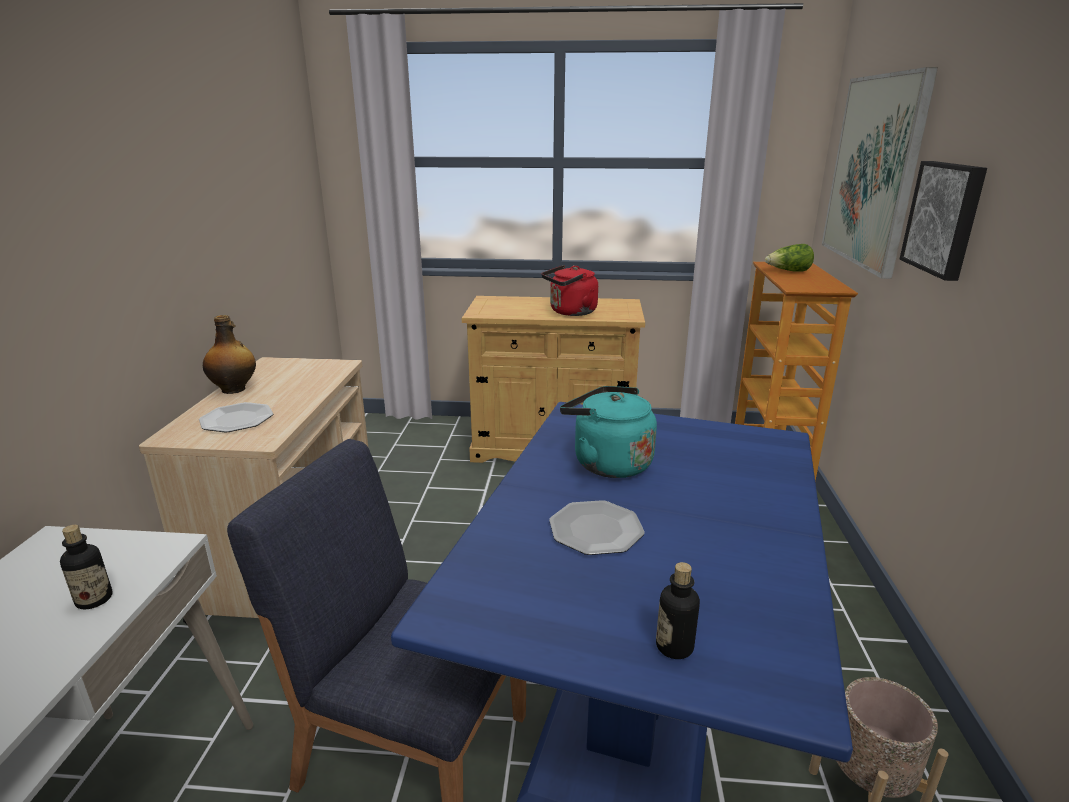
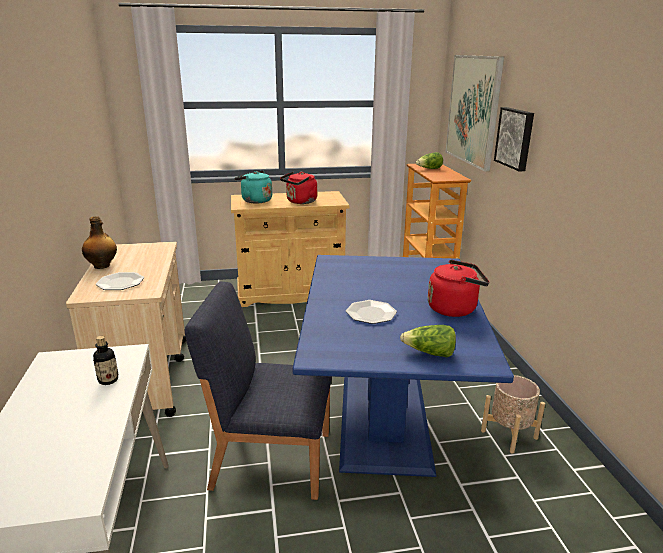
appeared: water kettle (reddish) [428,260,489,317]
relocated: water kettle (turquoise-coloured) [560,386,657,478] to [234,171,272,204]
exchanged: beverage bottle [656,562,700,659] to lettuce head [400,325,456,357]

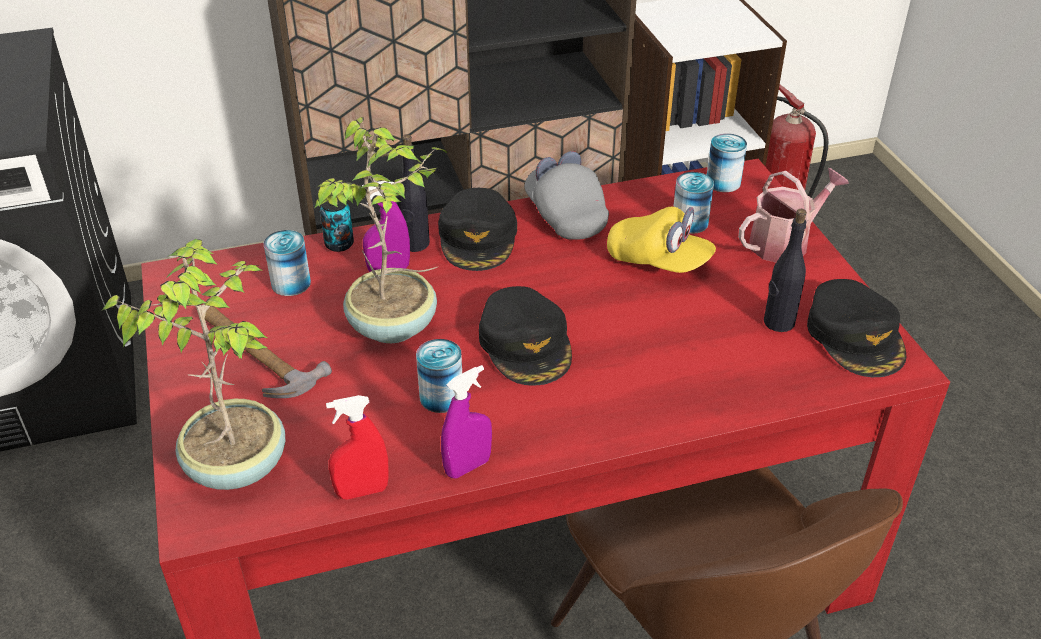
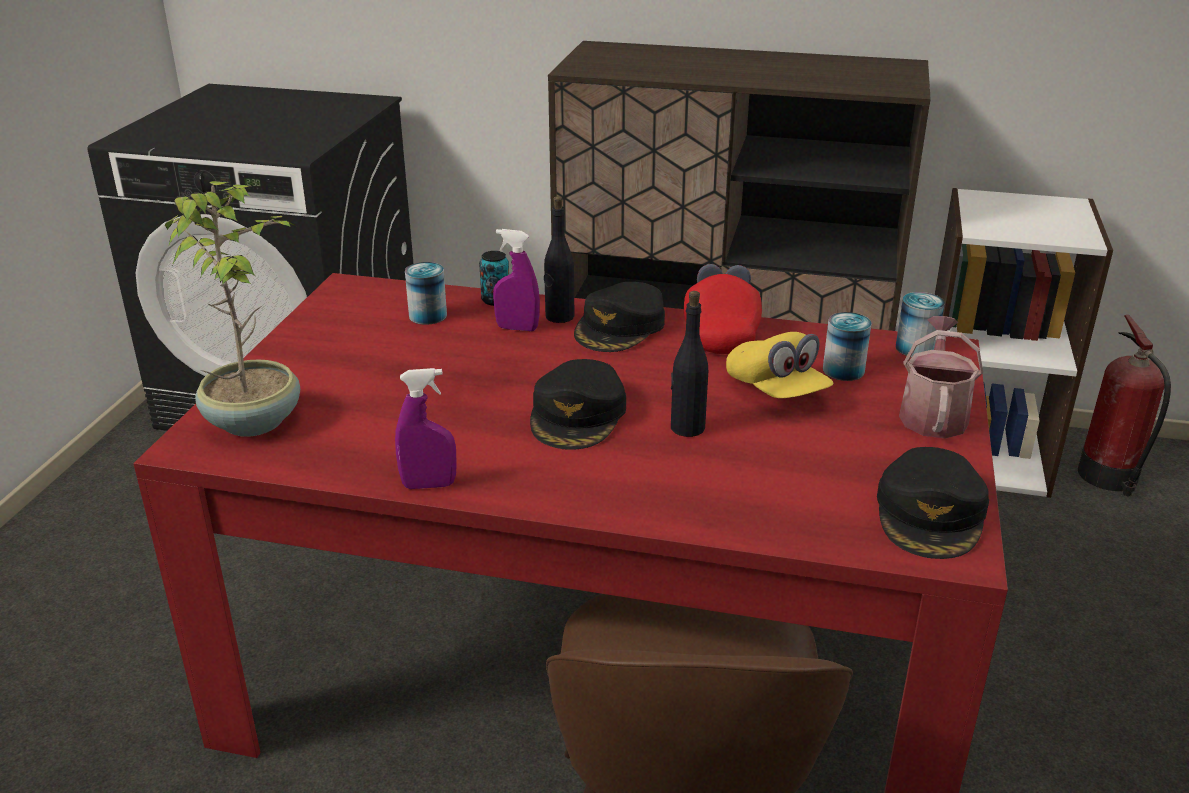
missing: hand hammer [205,306,332,398]; potted plant [315,117,448,343]; spray bottle (reddish) [326,395,389,500]; sealed can [416,339,462,413]
relocated: beverage bottle (black) [764,209,807,332] to [671,291,708,437]
colour: baseball cap (greyish) [525,151,609,240] to baseball cap (reddish) [684,264,762,354]
spun: watering pot [738,168,849,262] = [899,316,983,438] 75 degrees counterclockwise

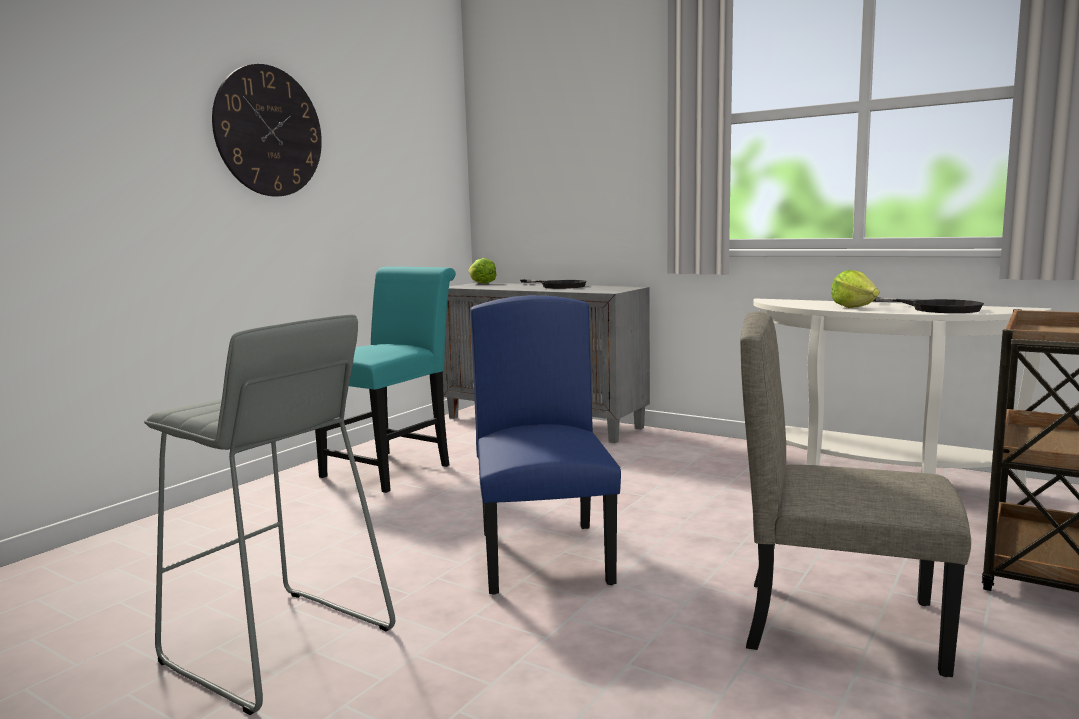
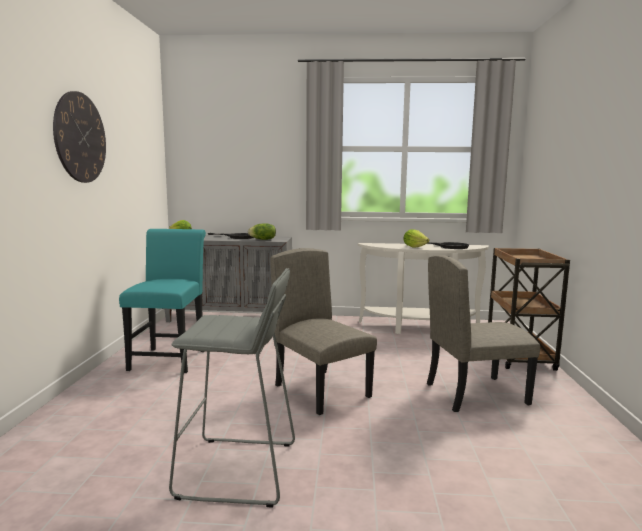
appeared: lettuce head [248,223,276,240]
colour: plain chair (bluish) [470,295,621,595] to plain chair (sand-coloured) [270,248,377,415]

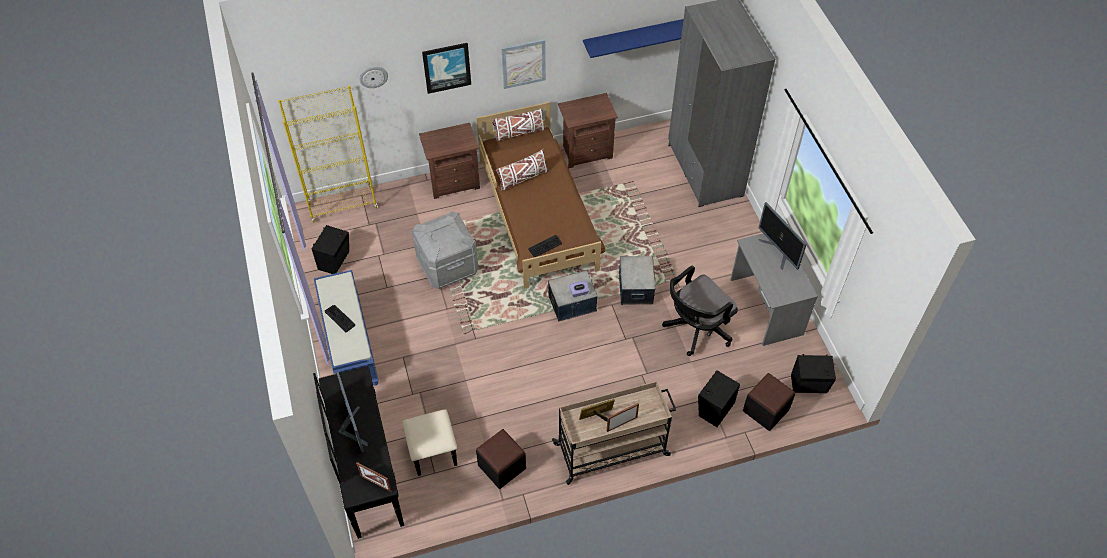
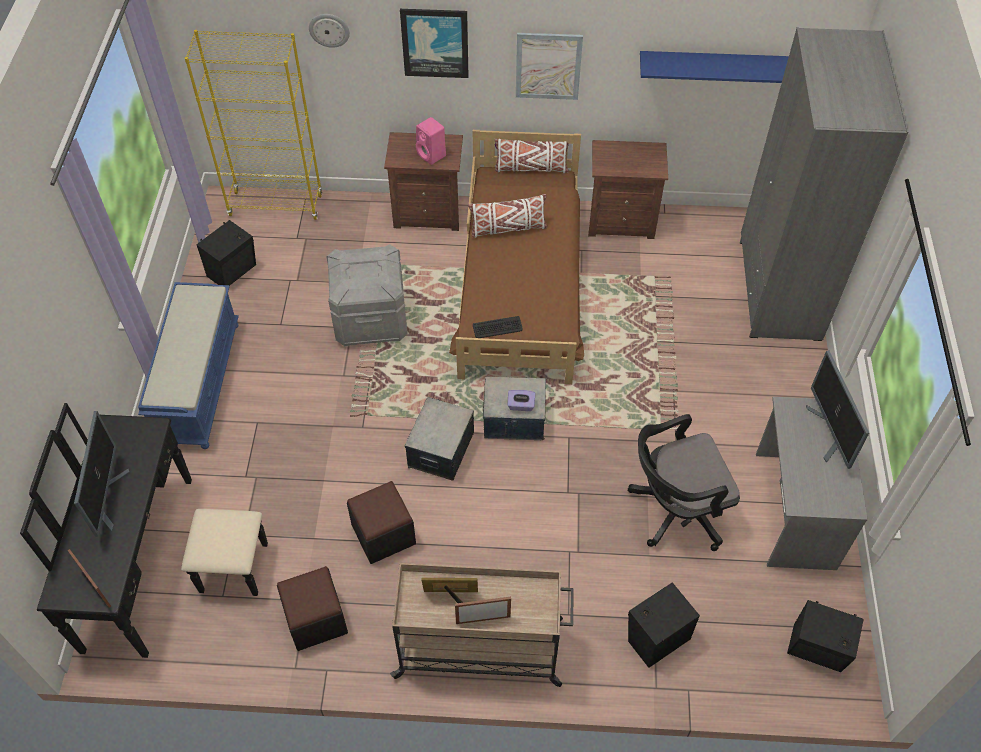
missing: PC keyboard [325,305,355,332]
appeared: loudspeaker (pink) [416,117,446,165]
relocated: footrest (black) [743,373,795,431] to [347,481,416,564]; storage box [618,256,655,305] to [405,397,474,481]

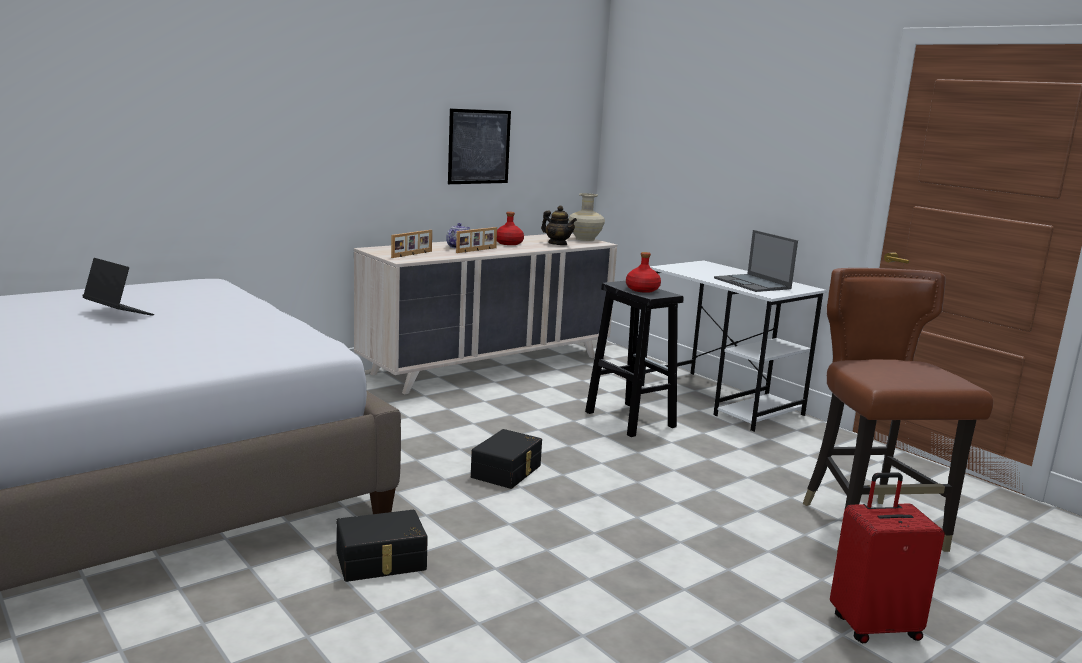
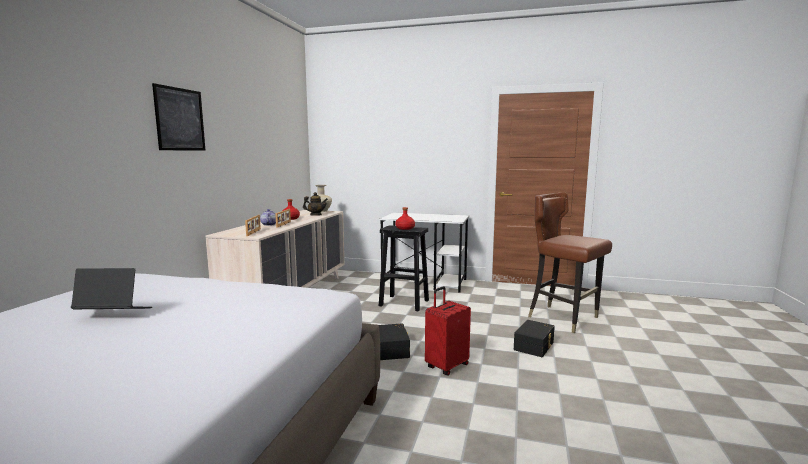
missing: portable computer [714,230,798,292]
relocated: wall art [448,109,511,184] to [152,83,205,151]; piece of luggage (reddish) [830,473,945,643] to [425,286,471,375]; storage box (black) [336,510,428,582] to [514,320,555,357]

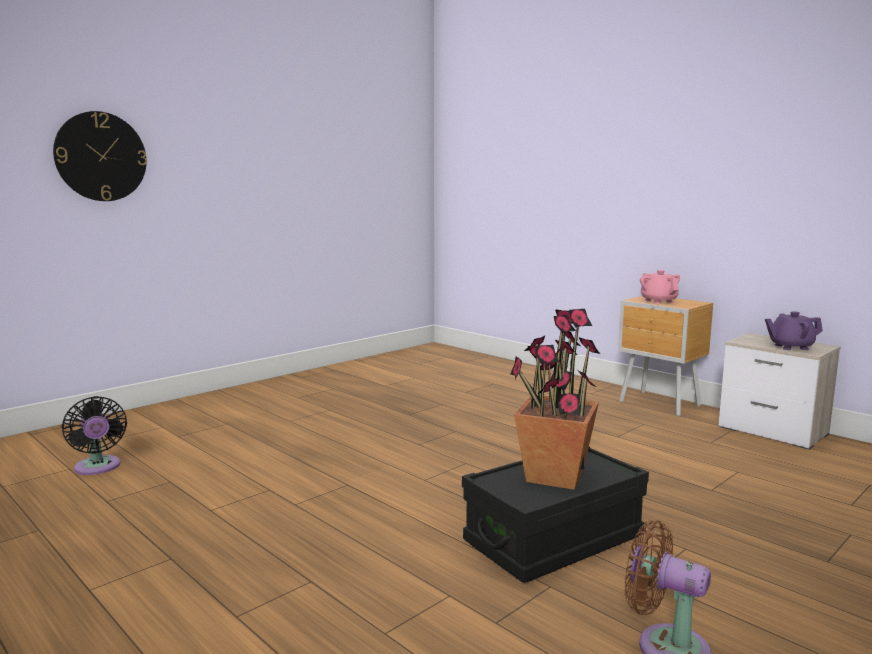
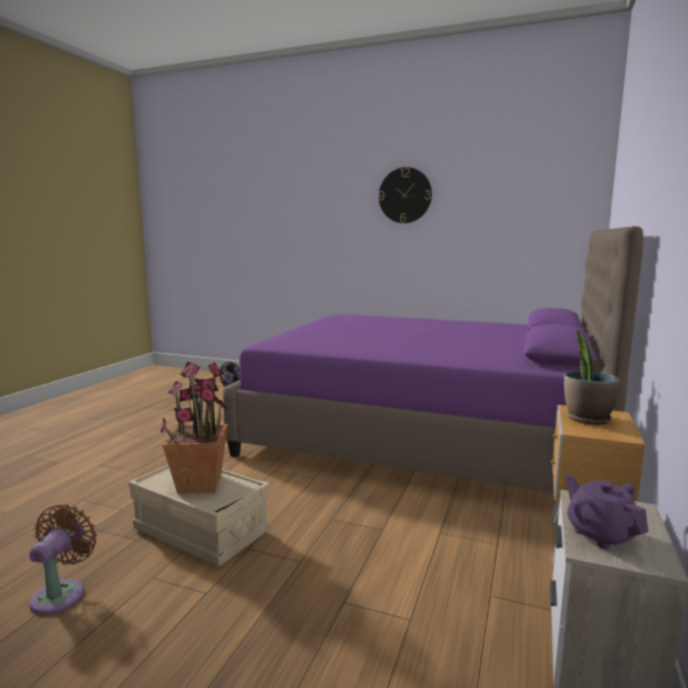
appeared: bedroom bed (purple-coloured) [223,226,644,493]
relocated: hanging clock [53,111,147,201] to [379,167,432,223]
exchanged: tea pot (pink) [640,270,680,304] to potted plant [564,330,620,425]
colour: storage box (black) [462,447,649,583] to storage box (sand-coloured) [129,465,269,566]

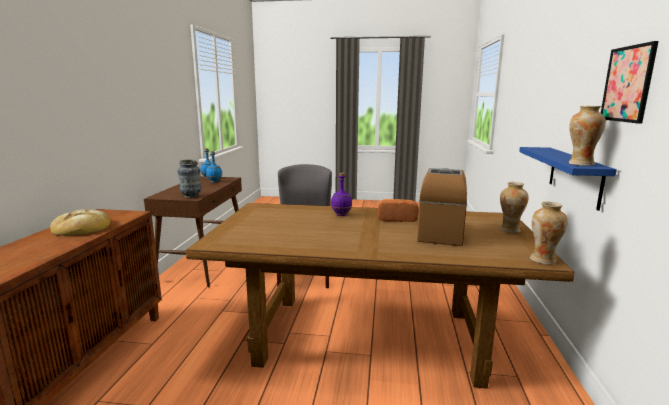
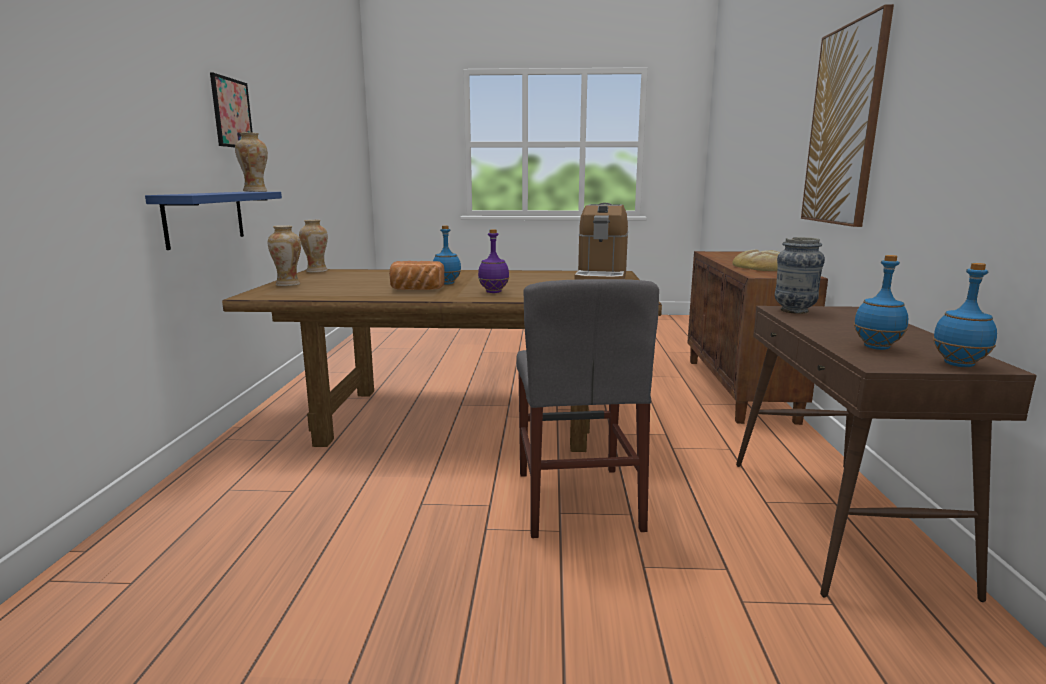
appeared: beverage bottle (bluish) [433,225,461,285]; wall art [801,4,894,227]
relocated: coffee brewer [417,168,467,246] to [574,203,628,280]

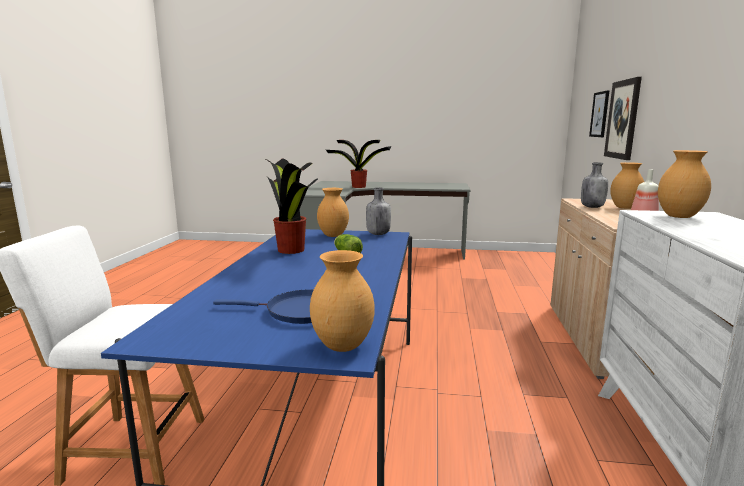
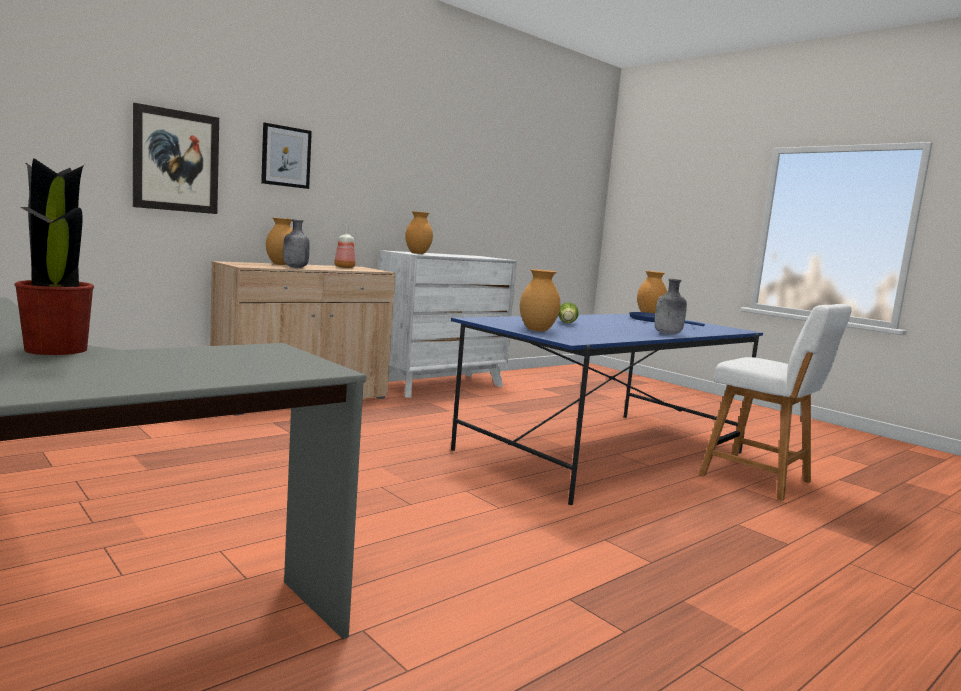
missing: potted plant [265,158,318,254]
relocated: wall art [589,91,609,137] to [261,123,312,189]; beverage bottle (greyish) [366,187,391,235] to [655,279,687,335]

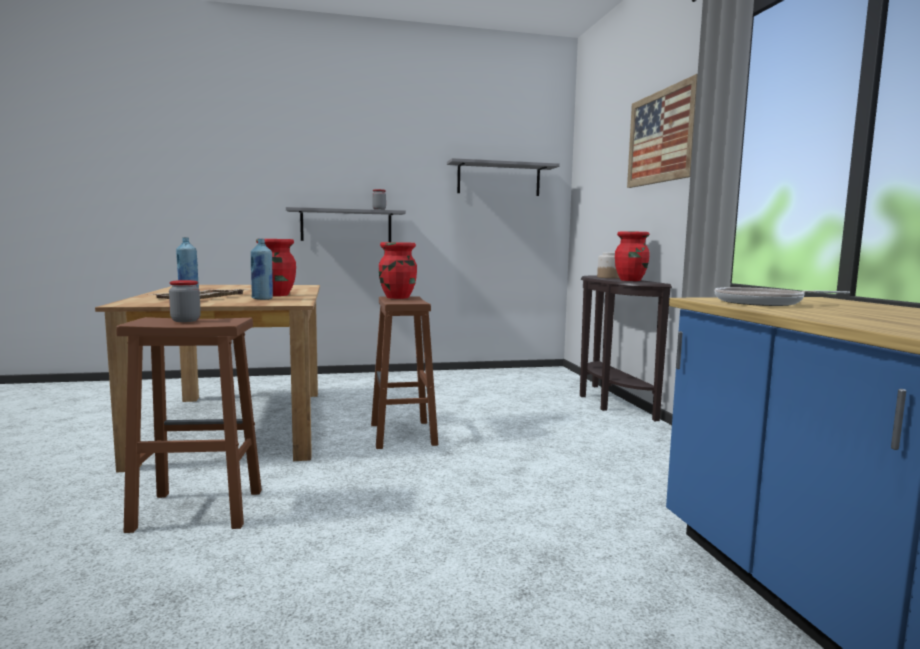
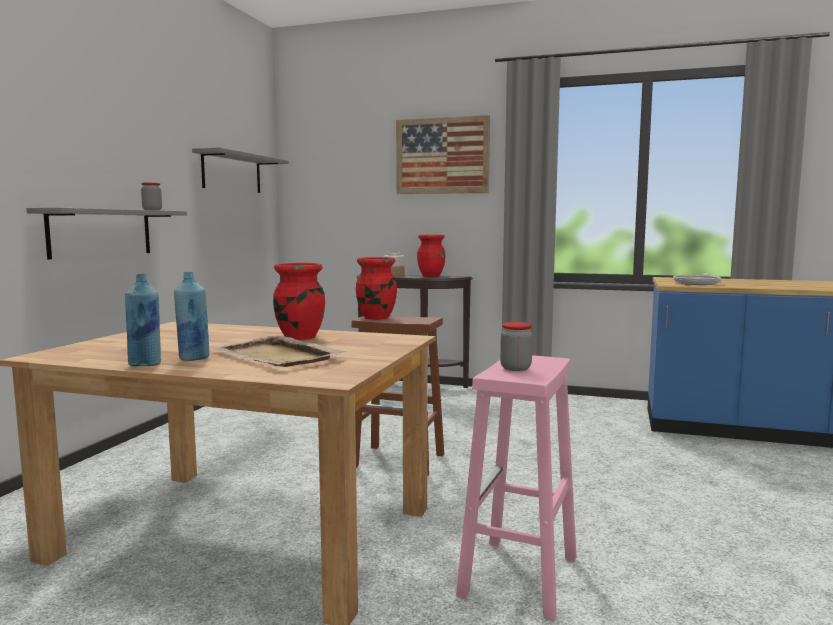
relocated: beverage bottle (bluish) [251,239,273,300] to [125,274,161,366]
colour: stool (brown-coloured) [116,317,262,533] to stool (pink) [456,355,577,621]

